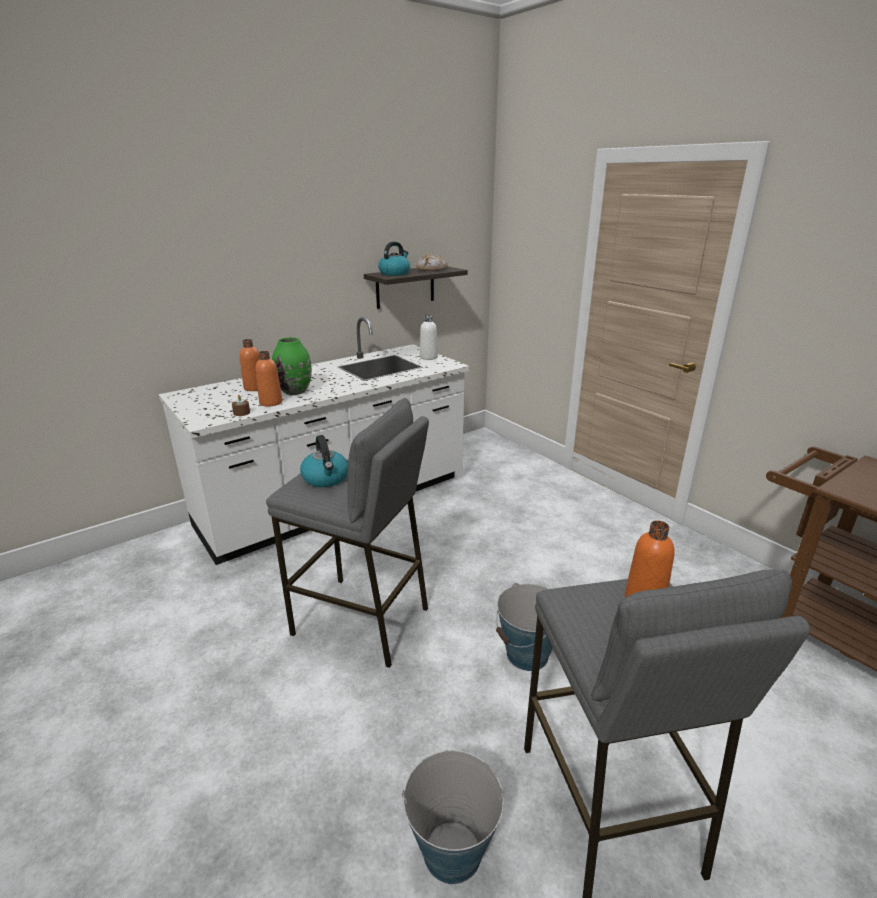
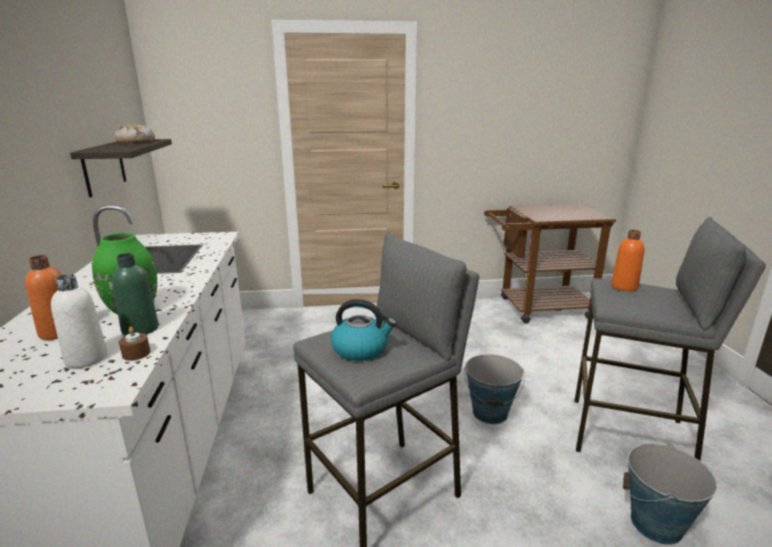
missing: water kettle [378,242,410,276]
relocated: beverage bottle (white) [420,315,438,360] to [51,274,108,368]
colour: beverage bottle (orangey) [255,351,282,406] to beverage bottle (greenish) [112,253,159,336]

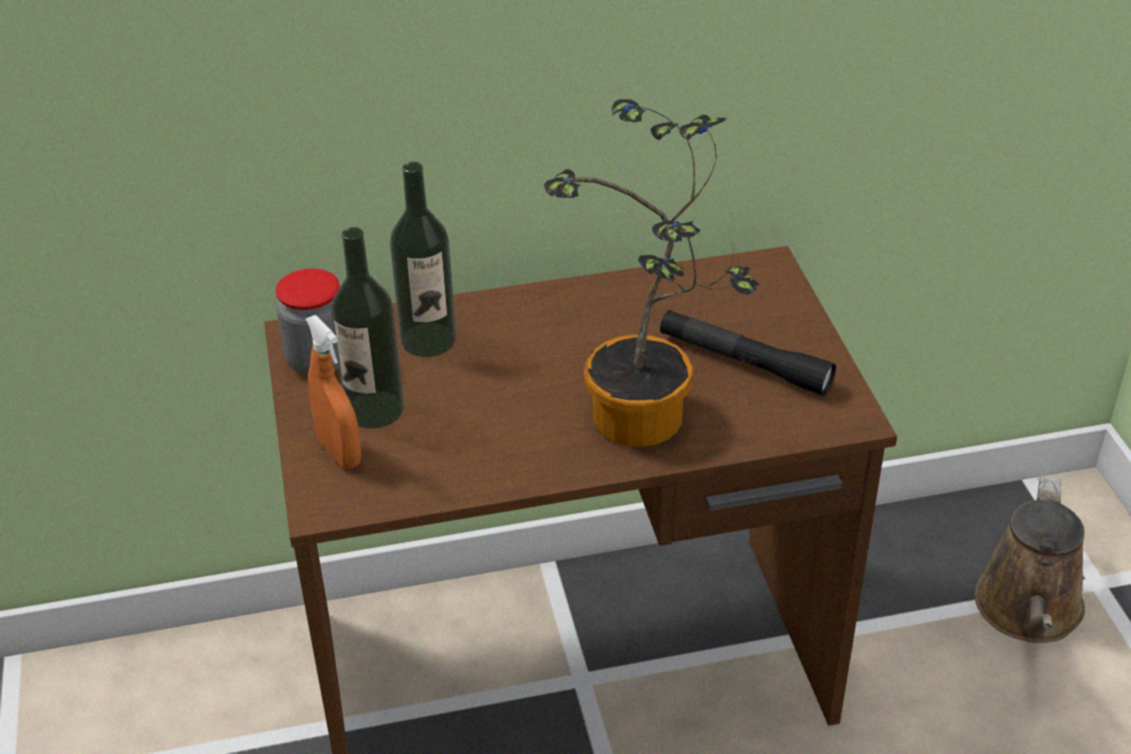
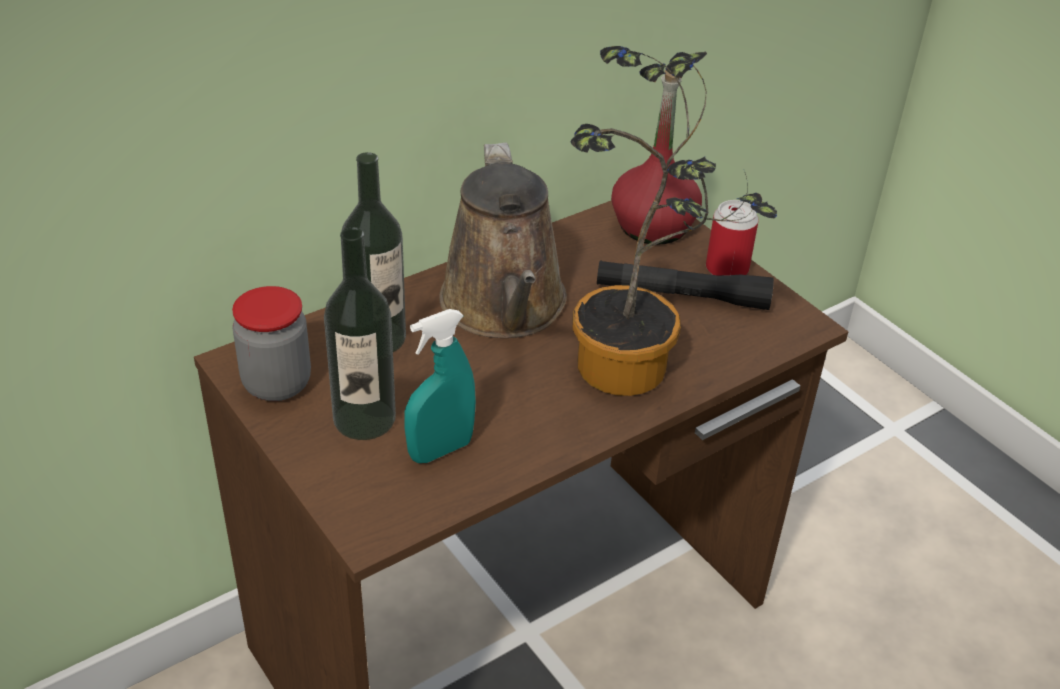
missing: spray bottle (orangey) [306,315,361,469]
appeared: spray bottle (turquoise-coloured) [404,309,476,463]; beverage bottle (reddish) [611,70,702,245]; sealed can [706,200,759,275]
relocated: watering pot (brown-coloured) [975,476,1085,643] to [439,143,567,338]

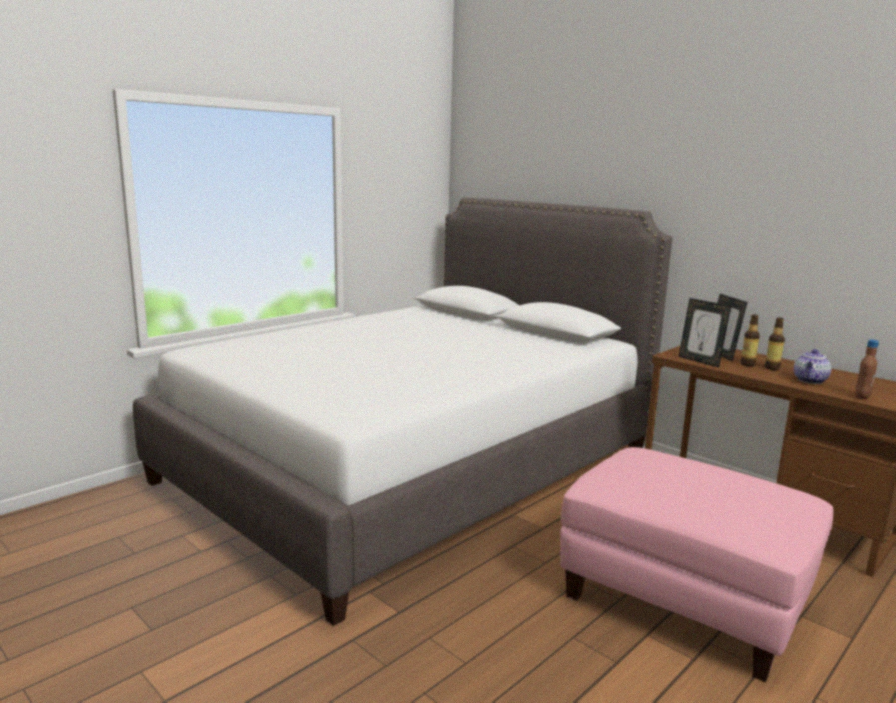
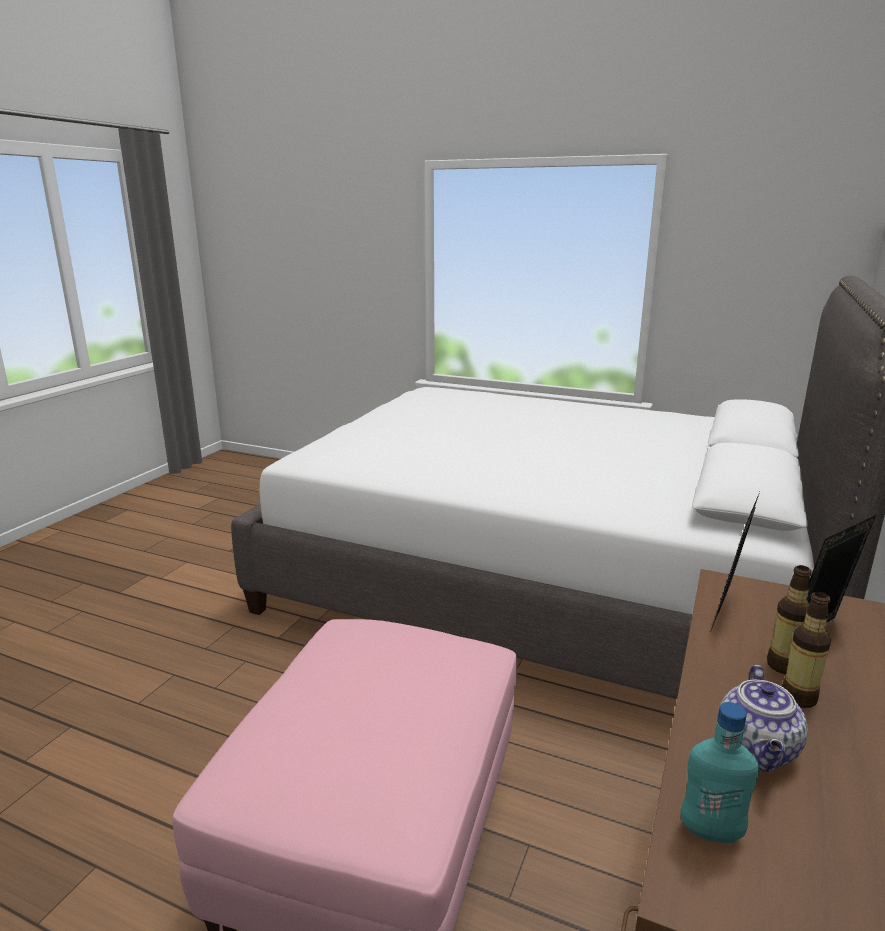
colour: beverage bottle (brown-coloured) [855,340,879,399] to beverage bottle (turquoise-coloured) [680,702,759,843]
spun: tea pot [794,349,831,384] = [720,665,808,772] 90 degrees counterclockwise

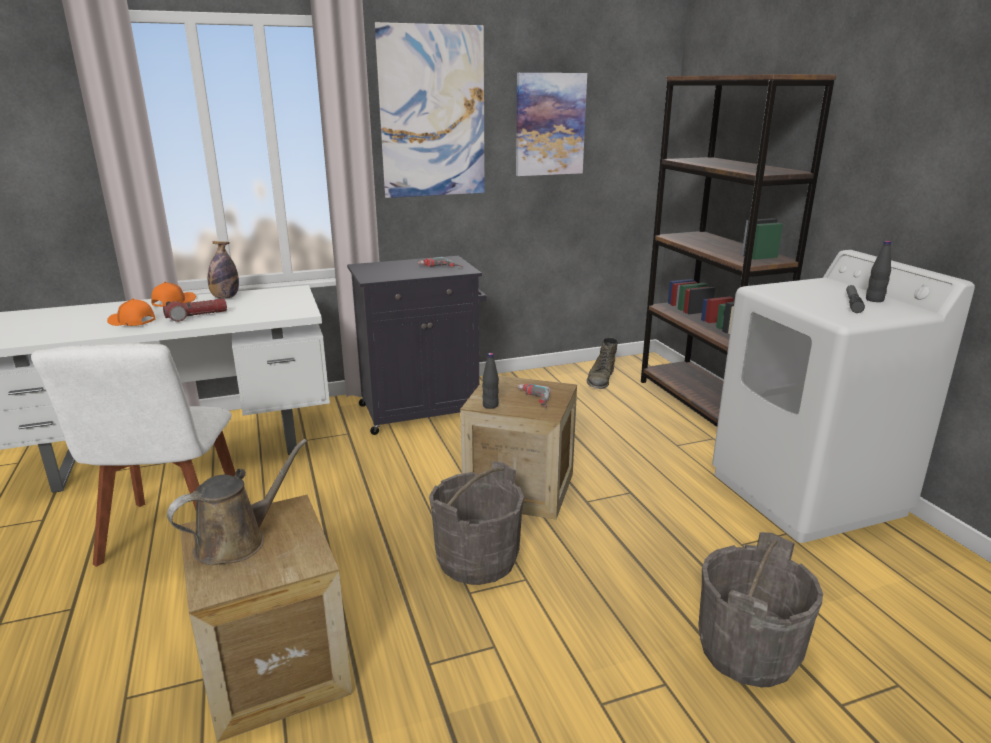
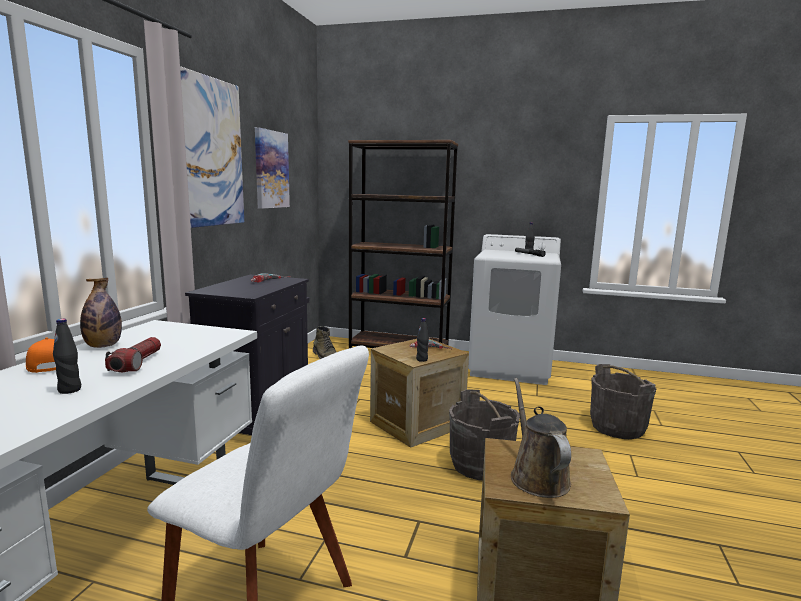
exchanged: baseball cap (orangey) [107,298,155,326] to beverage bottle (black) [53,319,81,394]

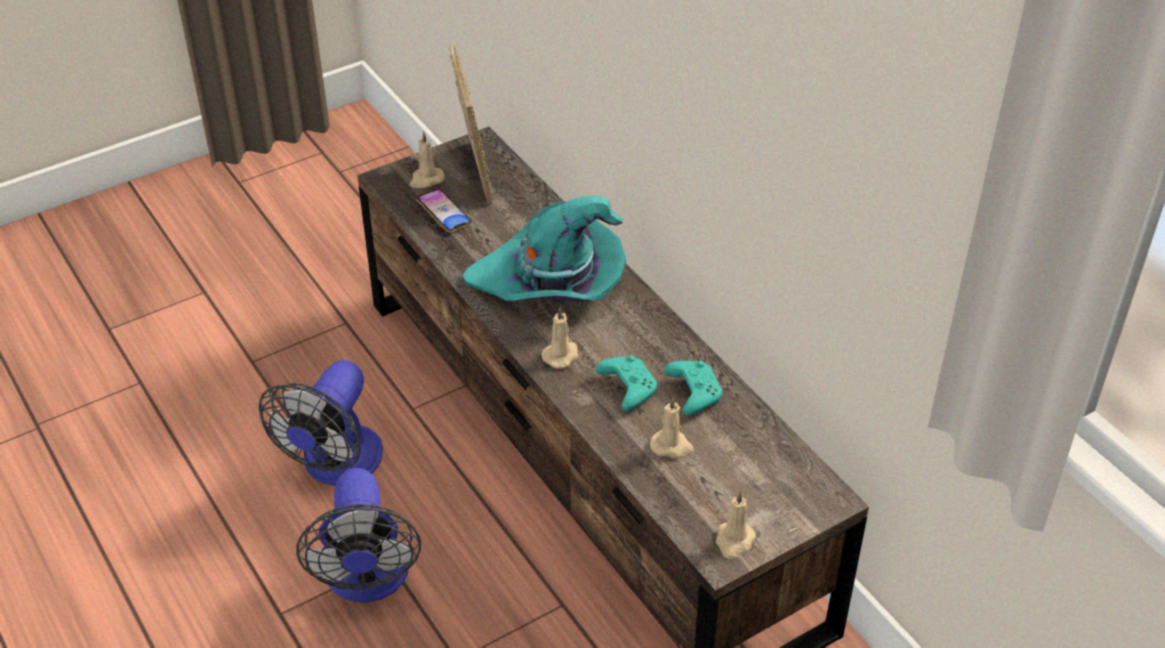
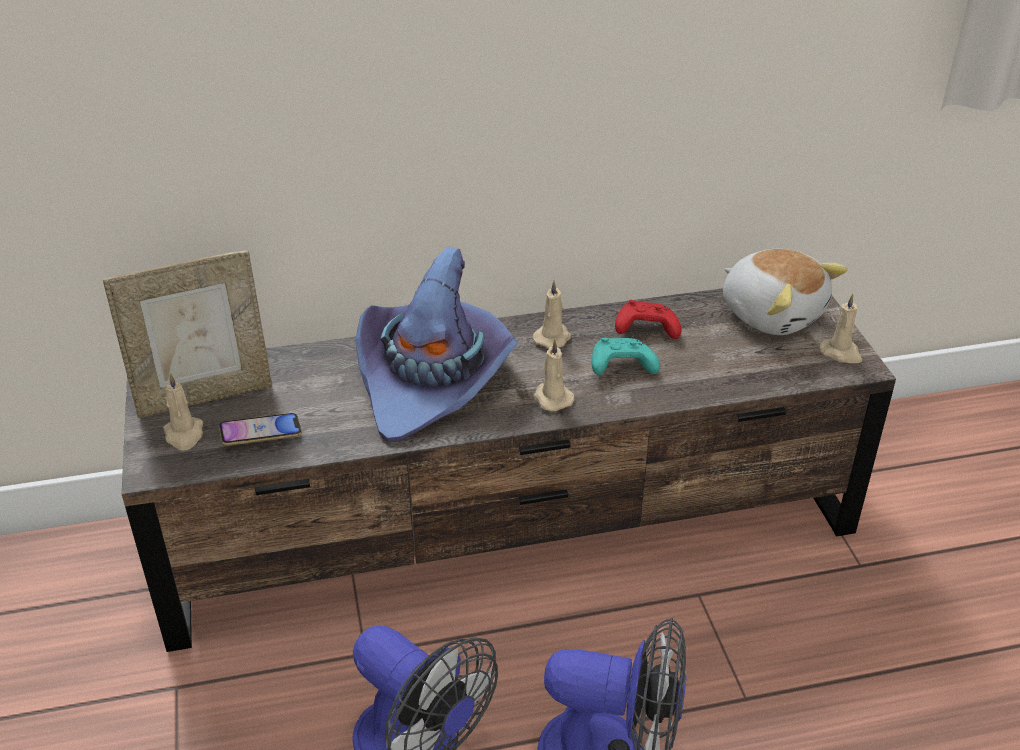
appeared: plush toy [723,249,848,335]
relocated: wax light (sand-coloured) [650,397,694,458] to [533,281,571,348]
colour: hat (turquoise-coloured) [462,196,626,301] to hat (purple-coloured) [355,247,518,443]; game controller (turquoise-coloured) [664,360,722,416] to game controller (reddish) [615,300,682,339]
spun: standing frame [449,45,492,204] = [103,250,272,418] 150 degrees clockwise

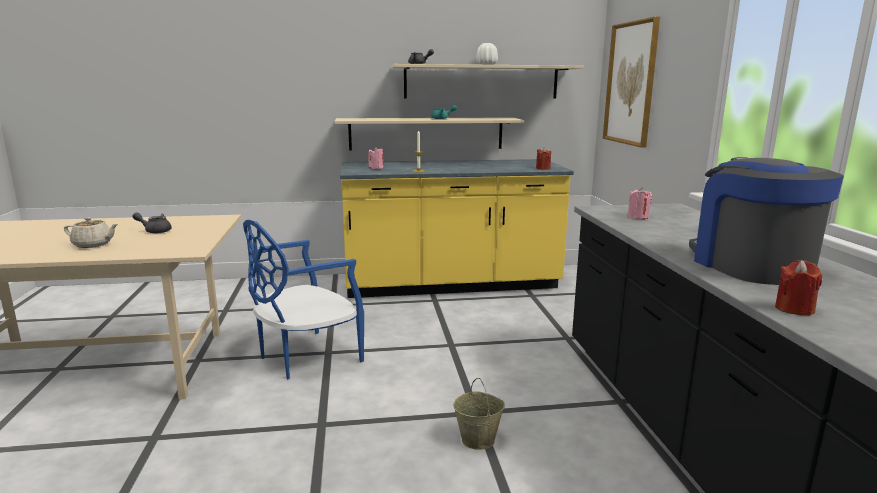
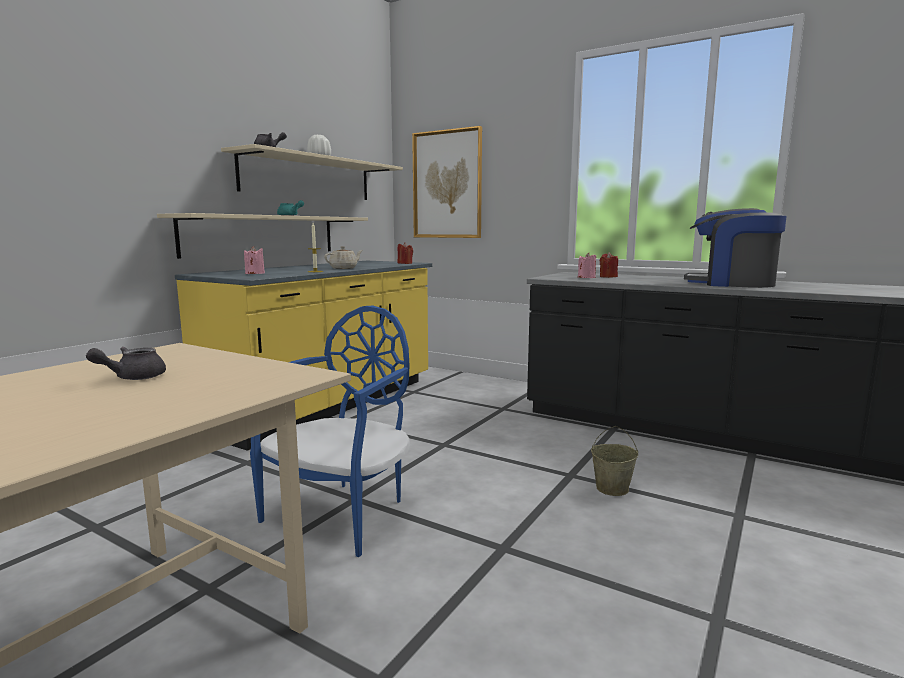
relocated: tea pot (sand-coloured) [64,217,118,248] to [324,246,363,269]; wax light (reddish) [775,260,822,316] to [600,252,618,278]
spun: plain chair (bluish) [243,220,364,379] = [250,306,410,557] 150 degrees counterclockwise

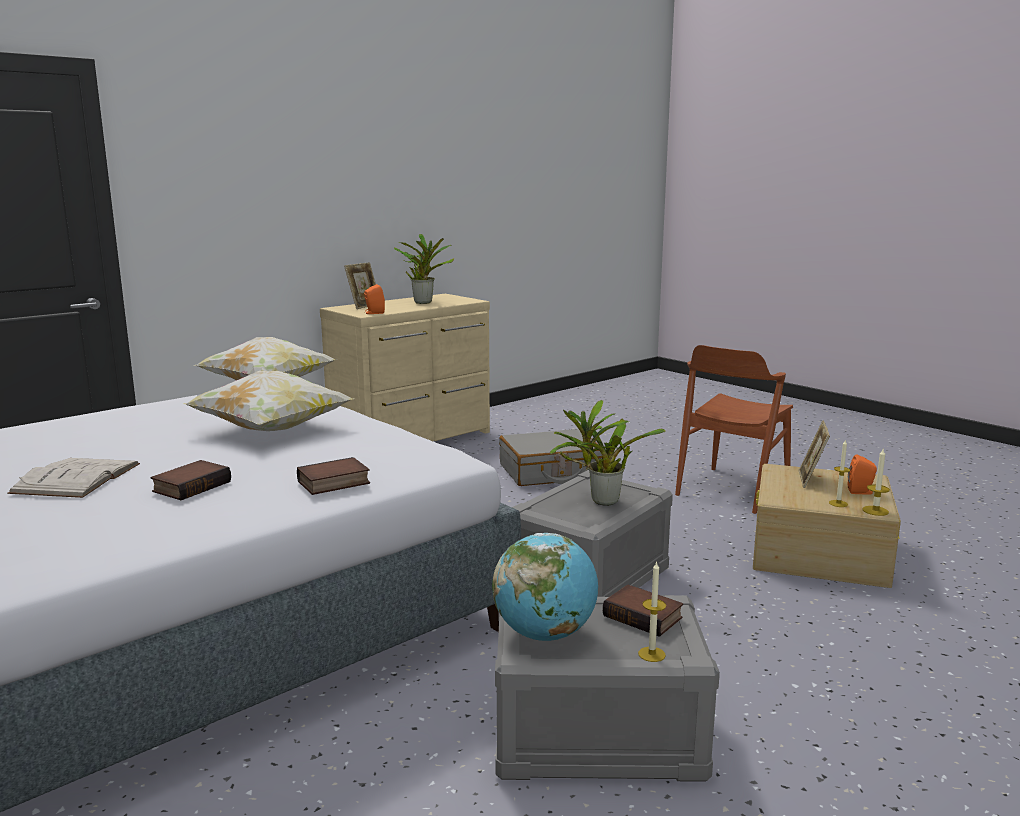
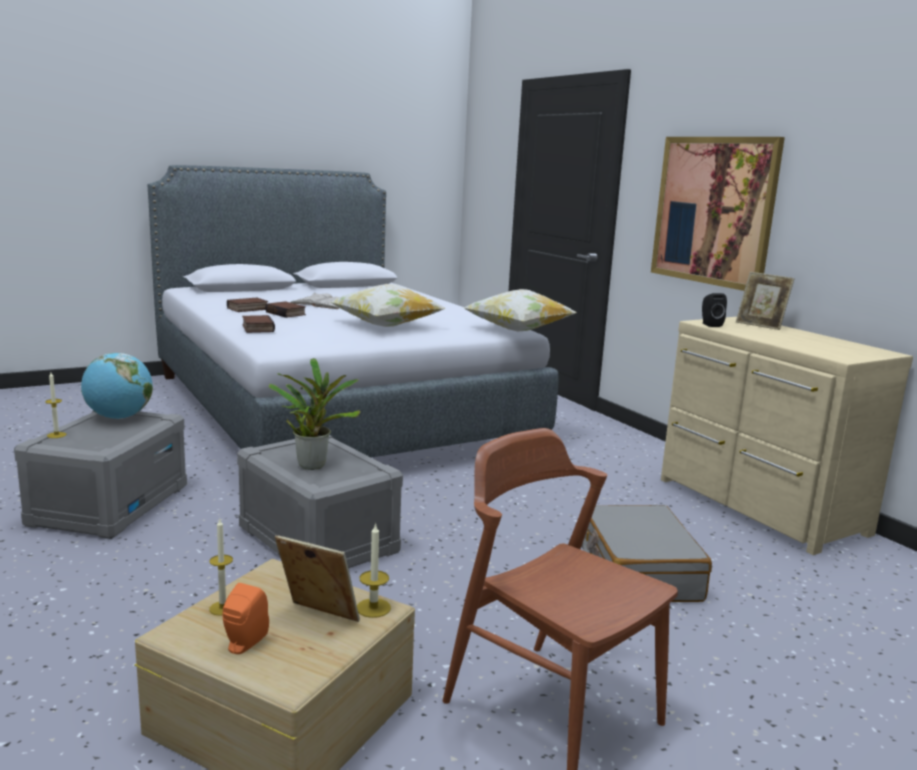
missing: potted plant [394,234,454,304]
appeared: wall art [651,137,785,291]
relocated: volume [603,585,683,637] to [227,298,268,312]; wax light [863,449,890,516] to [357,523,391,618]
colour: loudspeaker (orangey) [364,284,385,314] to loudspeaker (black) [702,293,727,327]

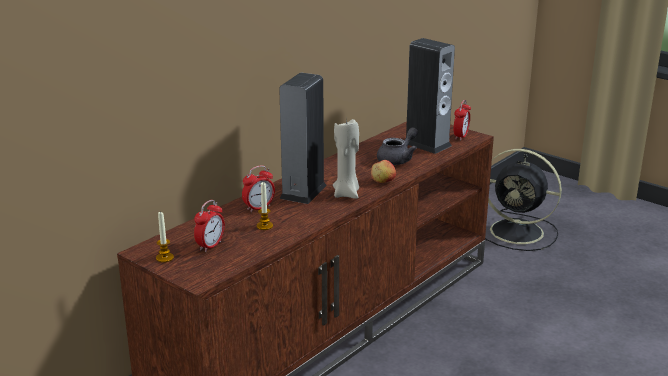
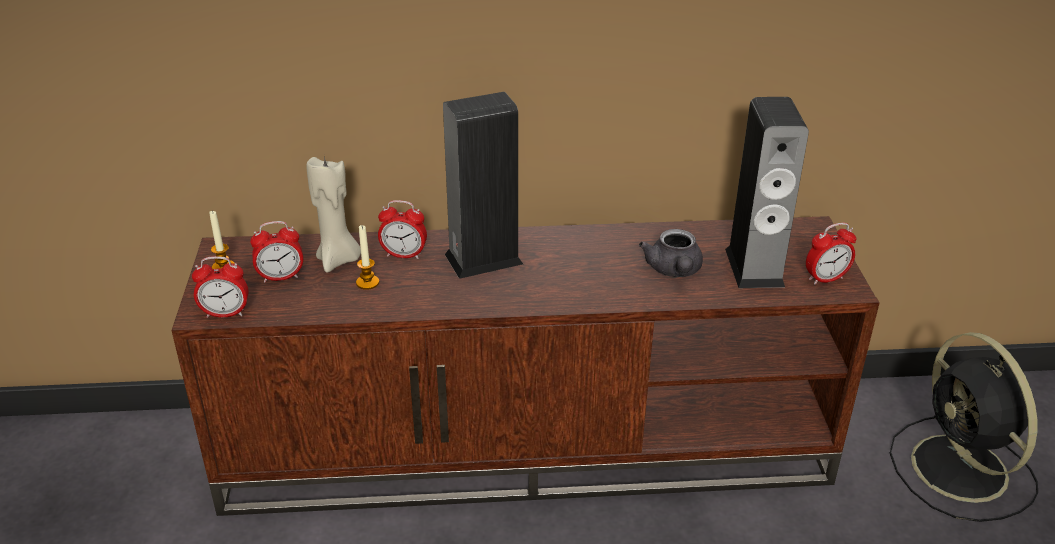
missing: apple fruit [371,160,396,183]
appeared: table clock [192,256,248,318]
relocated: wax light (sand-coloured) [333,118,359,199] to [306,156,361,273]
spun: tea pot (greyish) [377,127,418,165] = [639,229,703,277] 90 degrees clockwise

